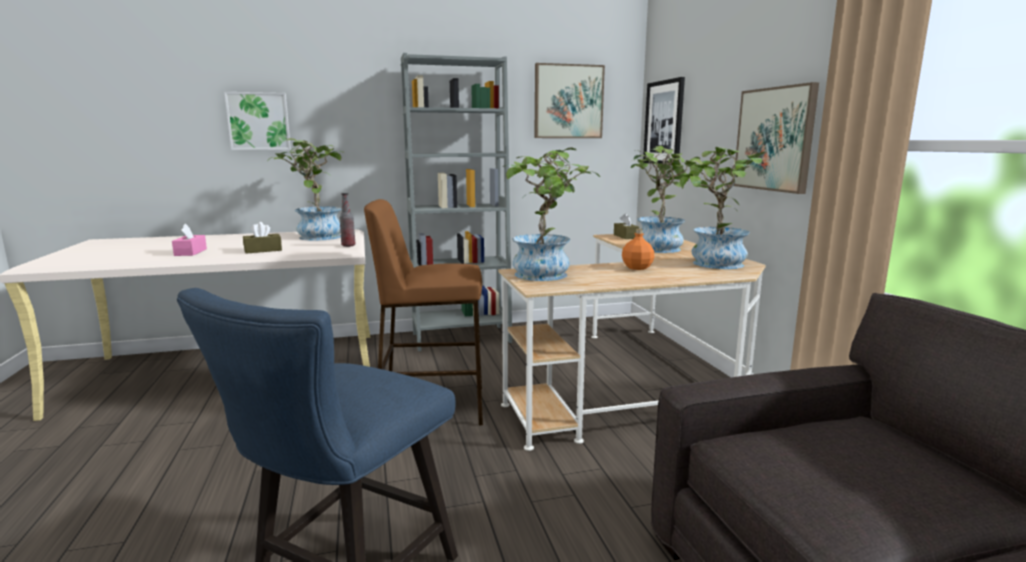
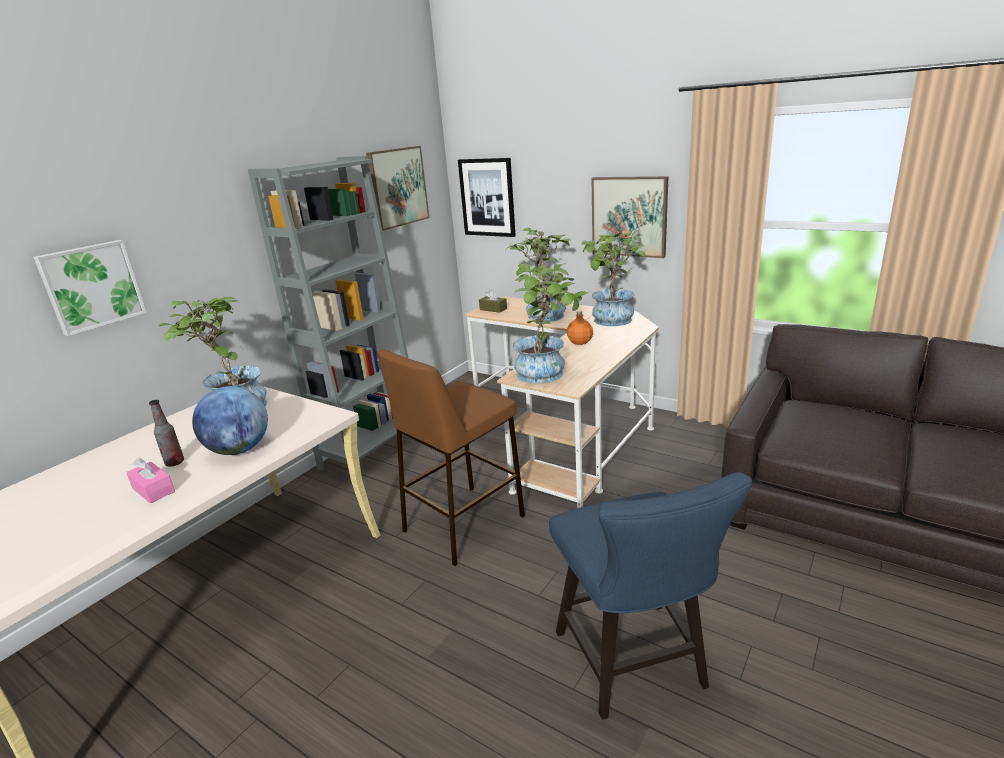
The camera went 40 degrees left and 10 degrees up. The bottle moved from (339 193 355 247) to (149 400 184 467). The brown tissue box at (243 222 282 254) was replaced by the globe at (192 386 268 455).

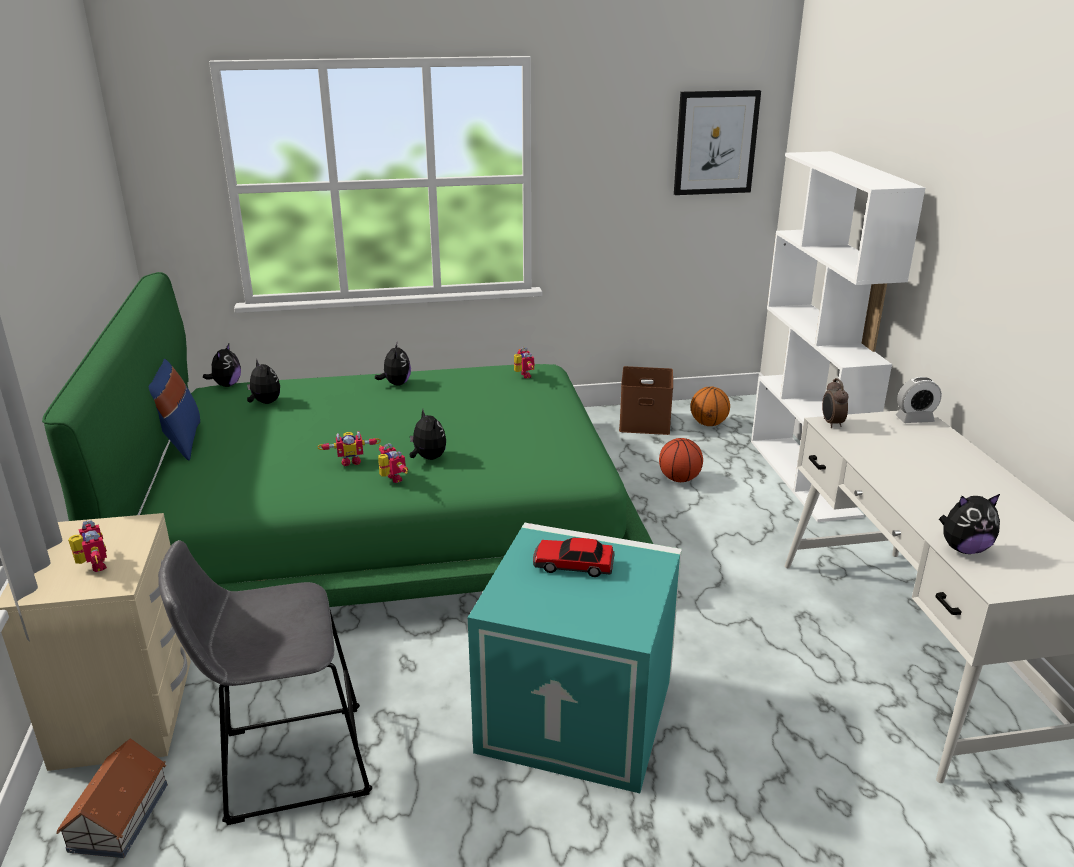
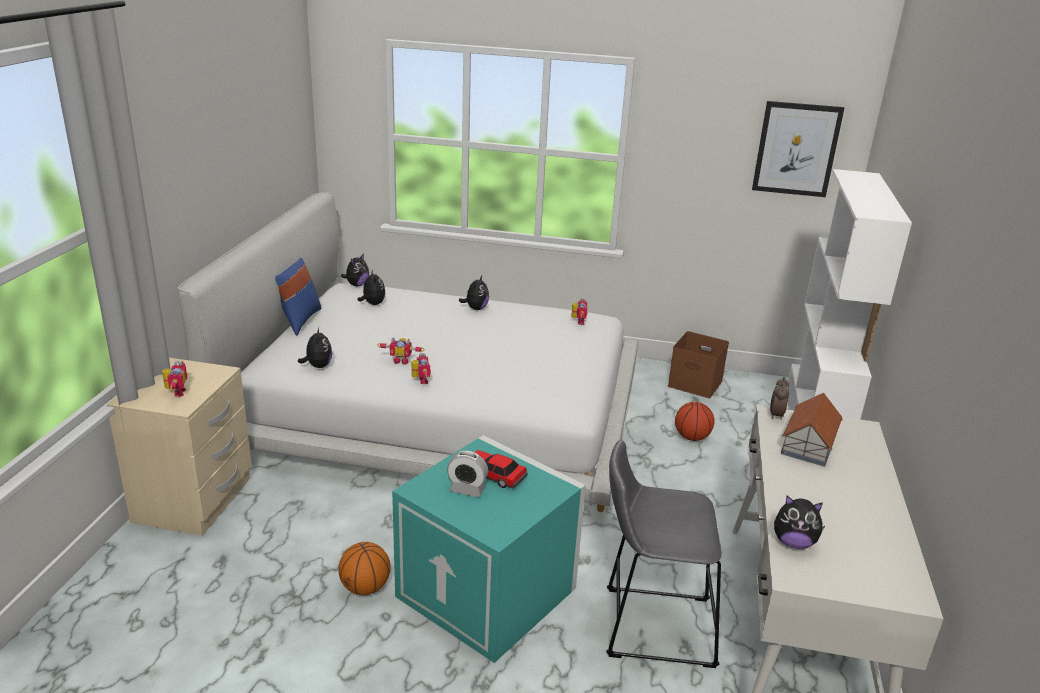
The camera went 20 degrees right and 0 degrees up. The toy house moved from (56 738 168 858) to (781 393 843 467). The grey stool moved from (158 540 372 825) to (606 440 722 668). The plush toy moved from (410 409 446 460) to (298 327 332 368). The basketball moved from (690 386 730 426) to (338 542 391 595). The alarm clock moved from (896 377 942 423) to (447 451 488 497). The green bed at (42 272 653 607) became the white bed at (177 192 639 512).

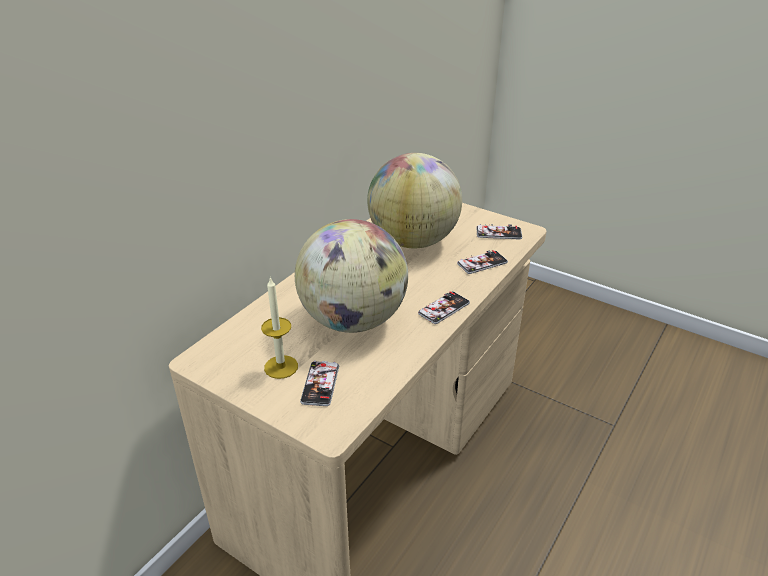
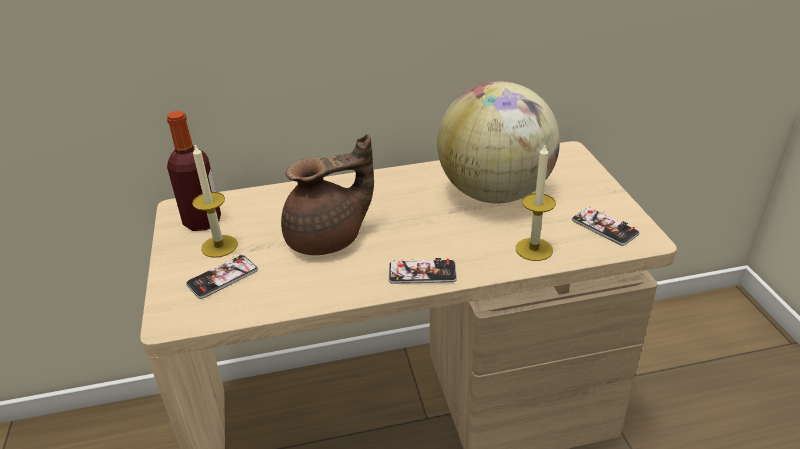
The camera went 45 degrees right and 0 degrees up. The bottle at (167 111 221 231) appeared. The globe at (295 219 408 333) was replaced by the brown teapot at (281 134 374 255). The phone at (457 250 508 274) was replaced by the candle at (516 145 556 261).

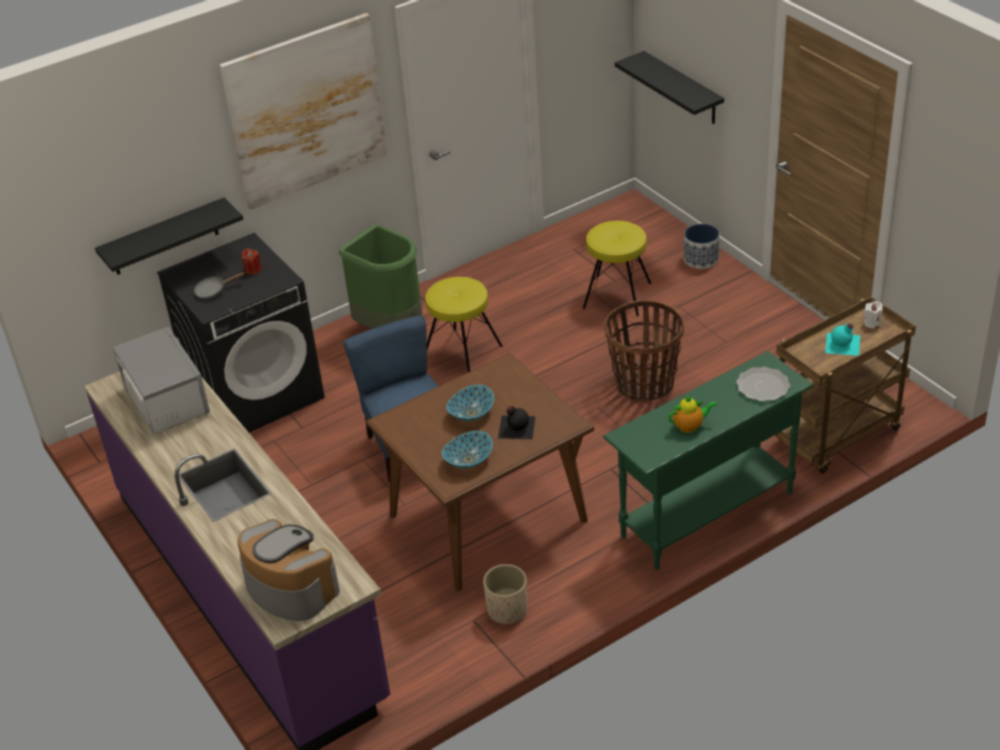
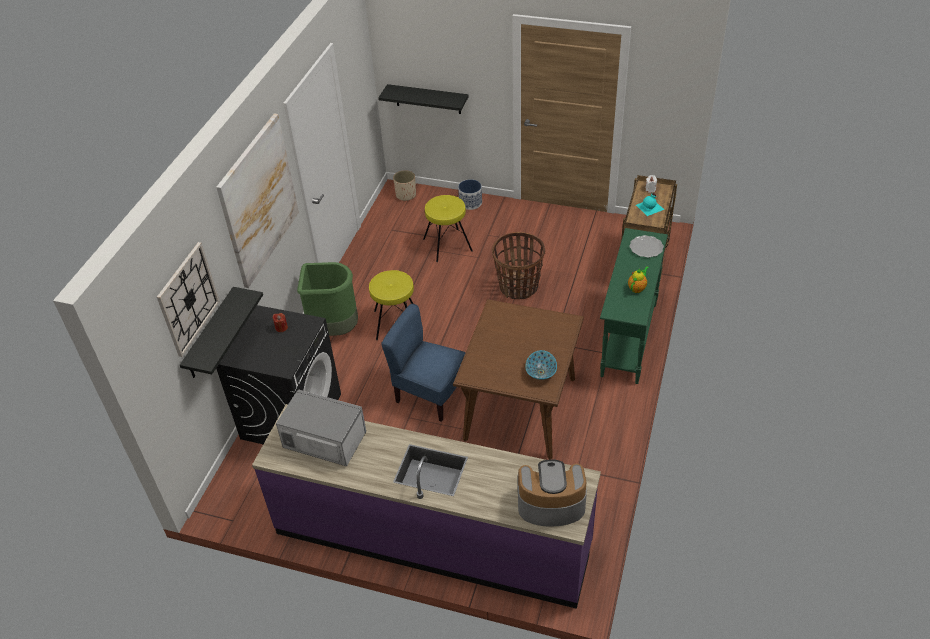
The camera went 40 degrees left and 5 degrees up. The grey frying pan at (194 272 245 299) disappeared. The bowl at (446 385 494 421) disappeared. The black bottle at (498 406 536 439) disappeared. The wall clock at (157 242 220 357) appeared. The beige planter moved from (483 564 527 624) to (393 170 416 201).

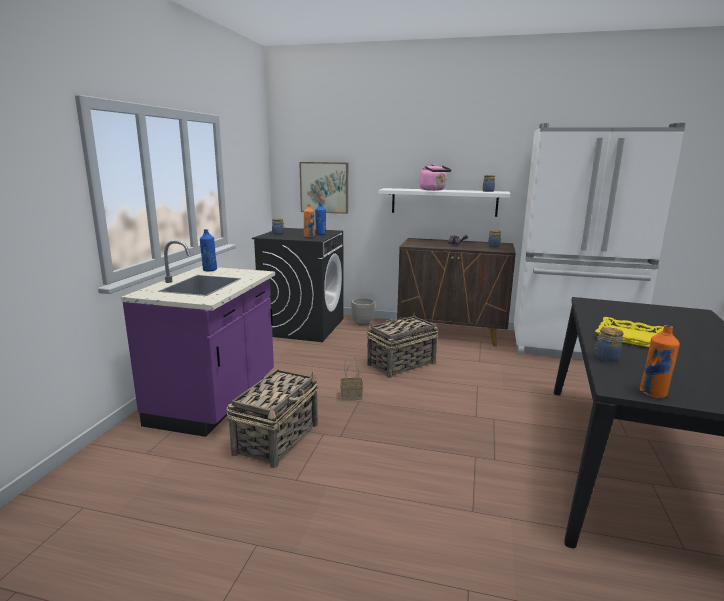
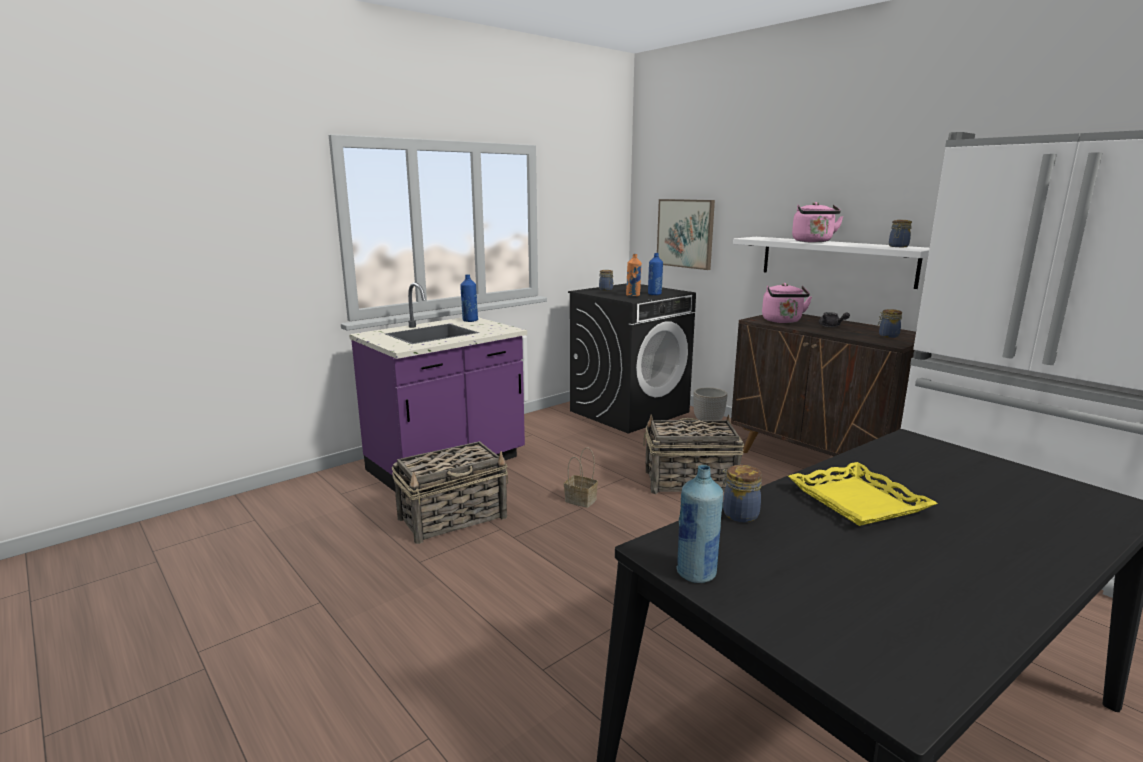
The camera went 35 degrees right and 0 degrees up. The pink kettle at (762 283 812 323) appeared. The orange bottle at (640 325 680 398) became the blue bottle at (676 465 723 583).

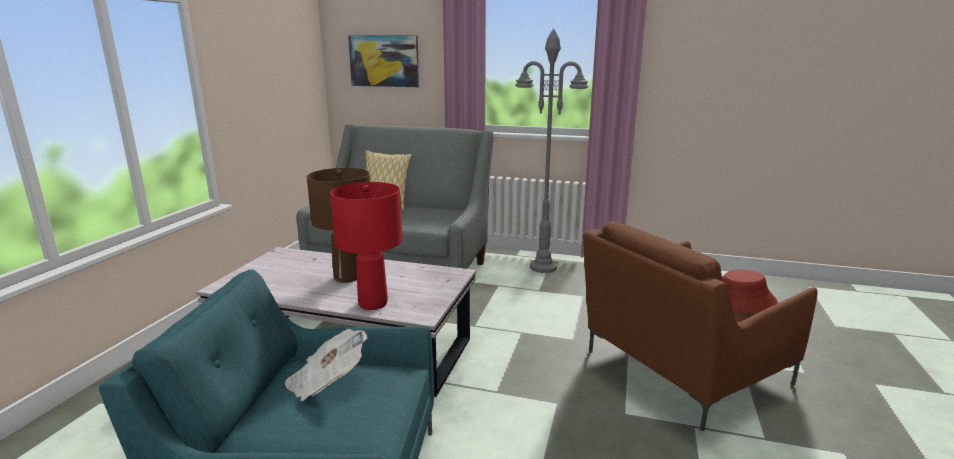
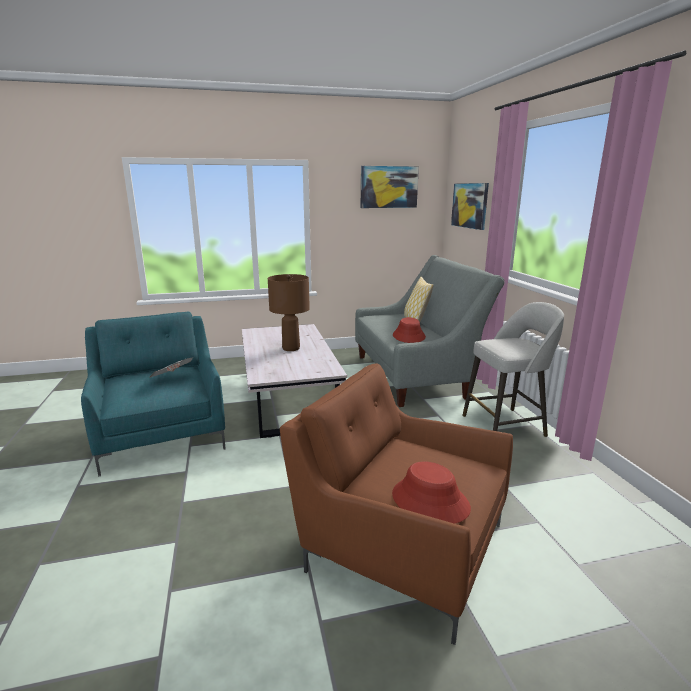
The camera went 60 degrees right and 0 degrees up. The red table lamp at (330 182 402 310) disappeared. The picture at (361 166 419 208) appeared. The red hat at (393 317 426 343) appeared. The grey floor lamp at (515 28 589 273) was replaced by the grey stool at (462 302 564 437).

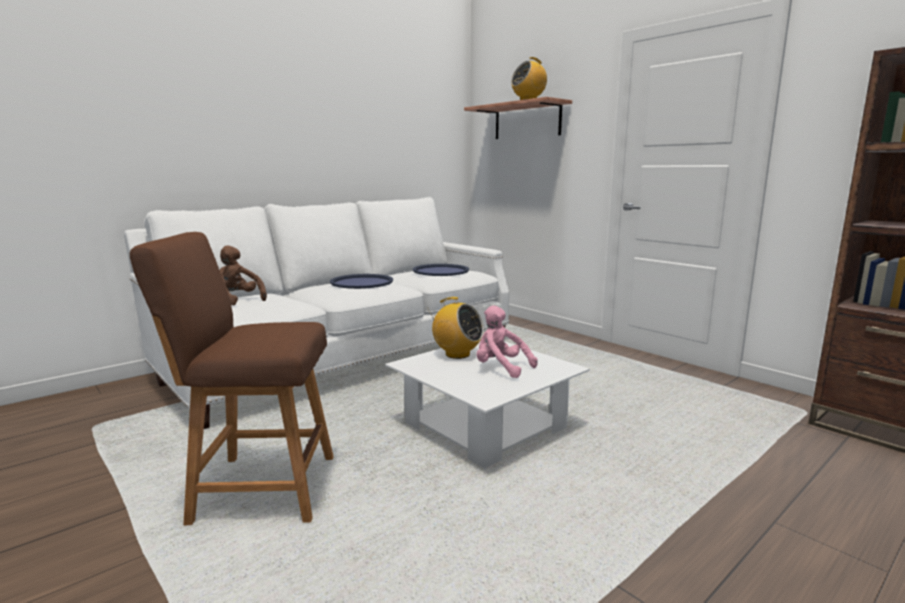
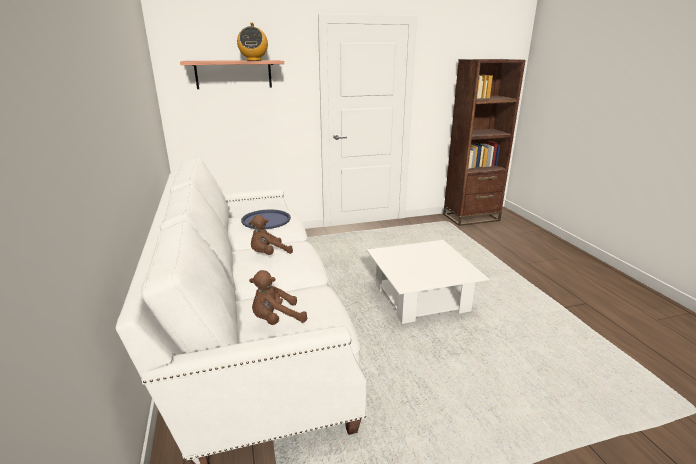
The camera went 65 degrees left and 10 degrees up. The brown stool at (130 232 334 525) disappeared. The radio at (428 297 484 359) disappeared. The pink plush toy at (476 305 538 378) disappeared. The blue tray at (330 274 393 289) was replaced by the brown plush toy at (248 215 293 255).

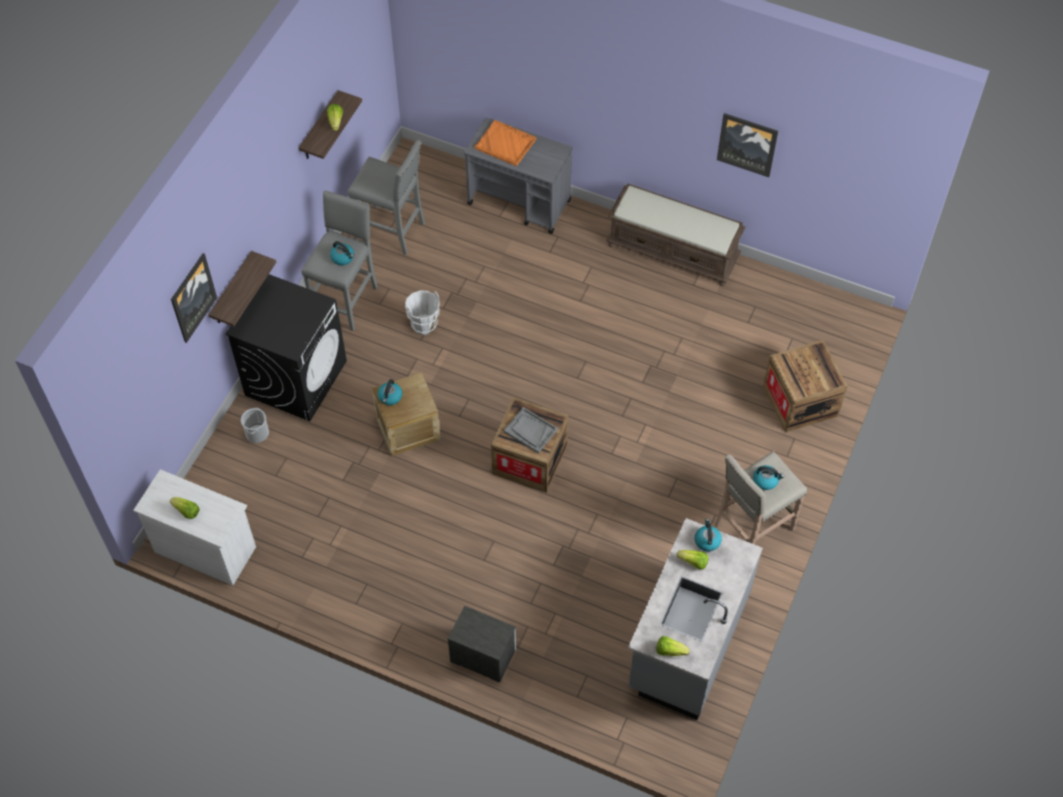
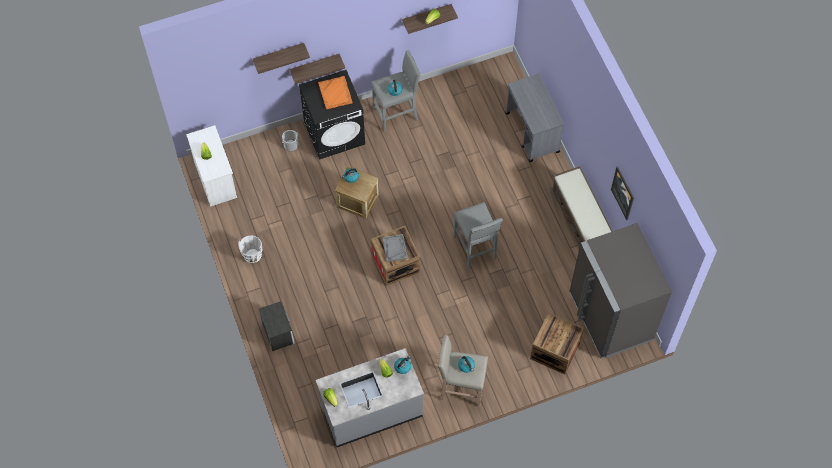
The camera went 45 degrees right and 5 degrees up. The grey fridge at (570 223 672 359) appeared. The grey stool moved from (348 140 425 255) to (453 202 503 269). The white bucket moved from (405 290 439 335) to (238 236 262 263). The orange tray moved from (474 120 537 166) to (318 76 353 109). The picture at (171 253 217 343) was replaced by the shelf at (253 43 310 74).

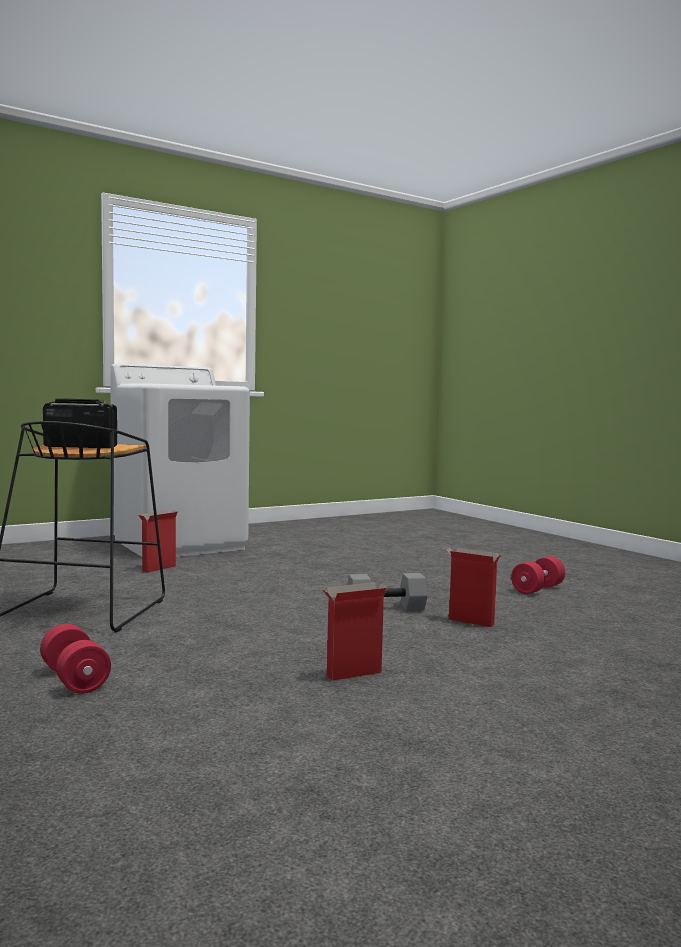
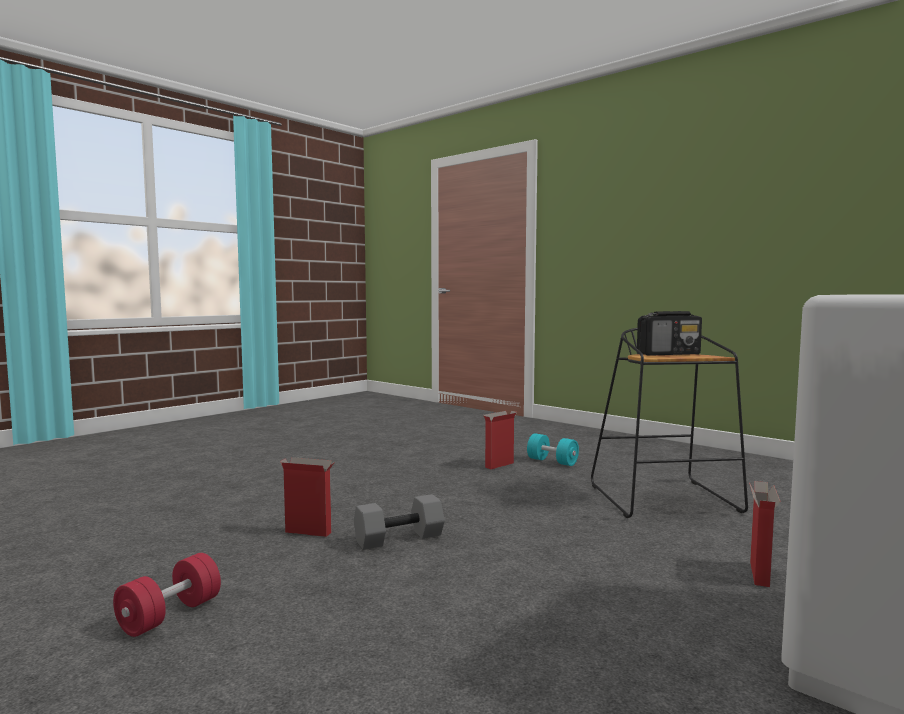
The camera went 165 degrees right and 0 degrees up. The cardboard box moved from (322 582 388 681) to (484 411 517 469). The red dumbbell at (40 624 111 694) became the turquoise dumbbell at (527 433 579 466).

